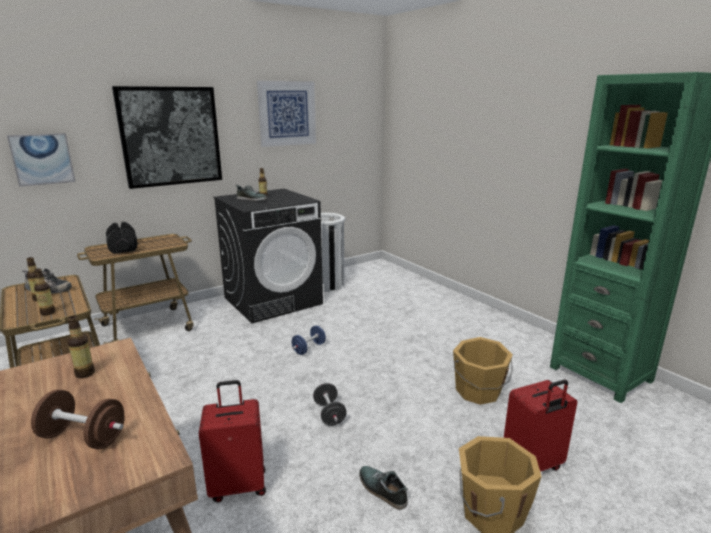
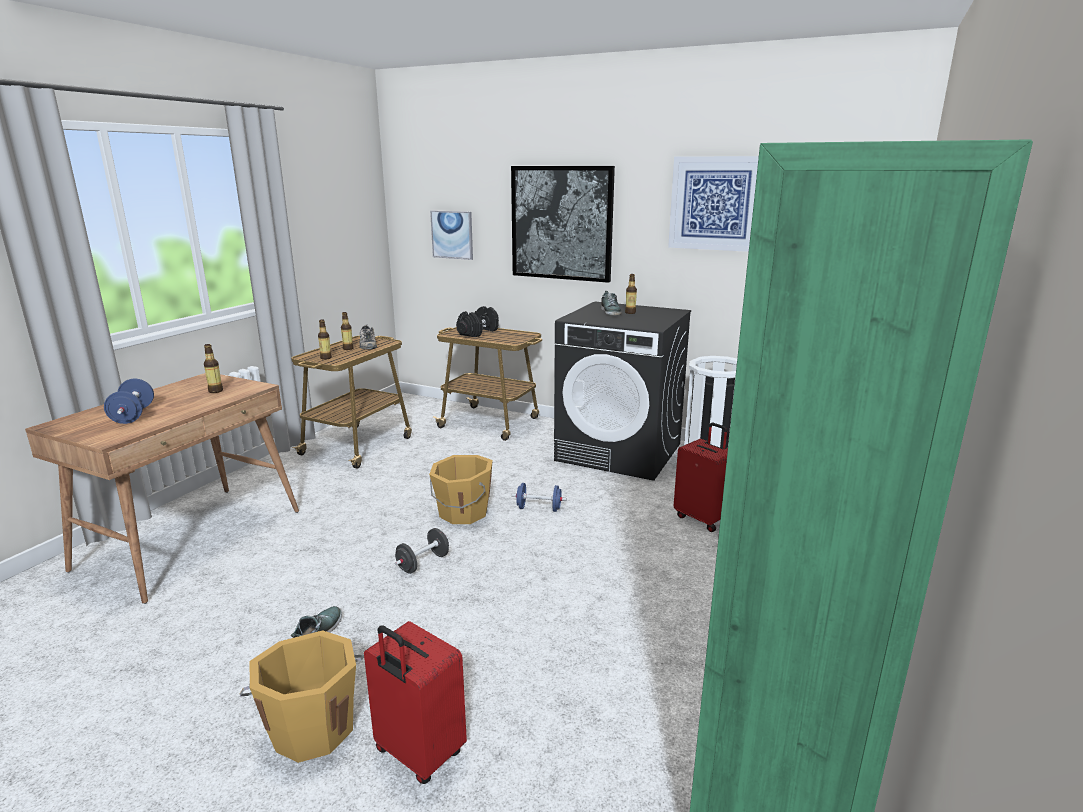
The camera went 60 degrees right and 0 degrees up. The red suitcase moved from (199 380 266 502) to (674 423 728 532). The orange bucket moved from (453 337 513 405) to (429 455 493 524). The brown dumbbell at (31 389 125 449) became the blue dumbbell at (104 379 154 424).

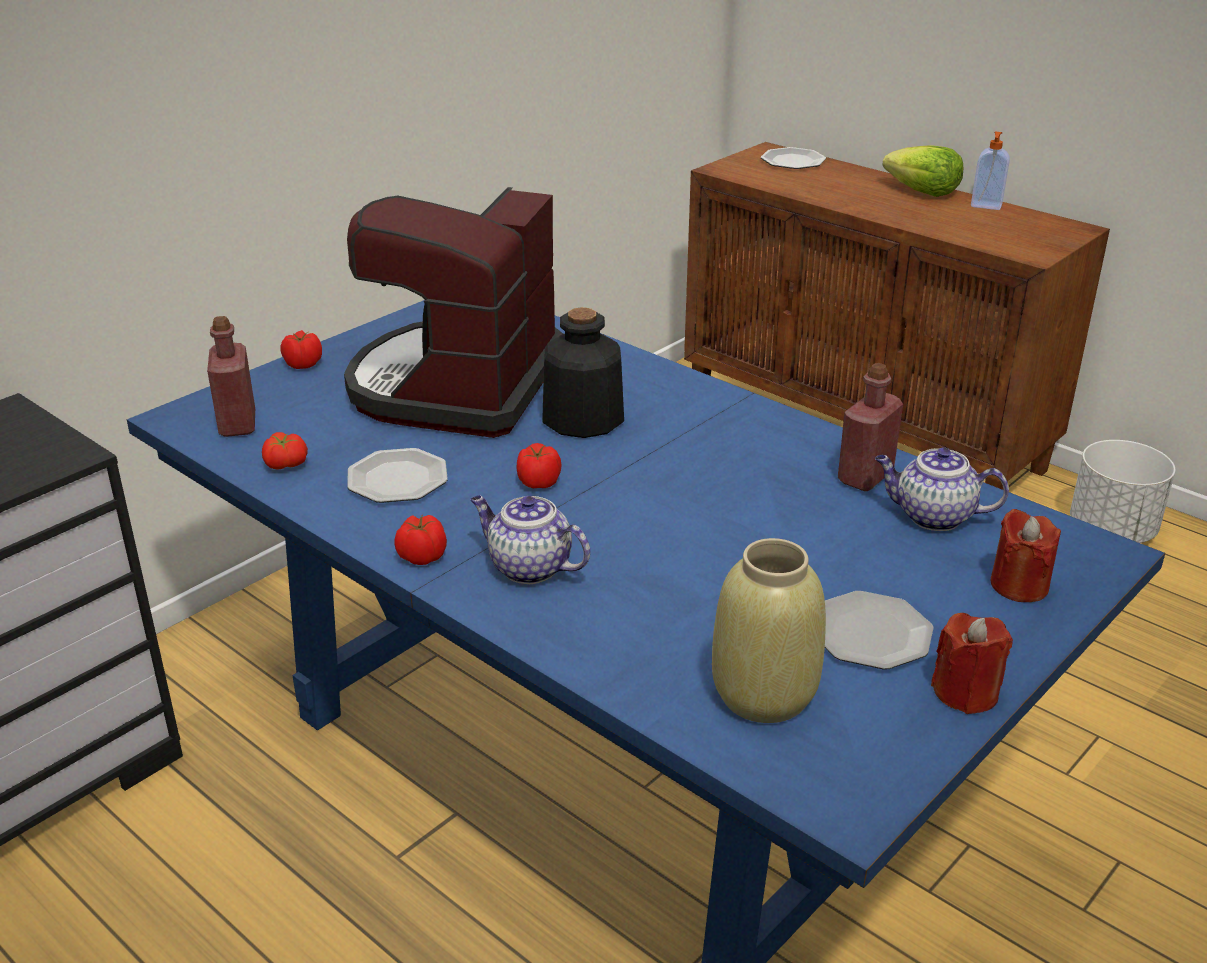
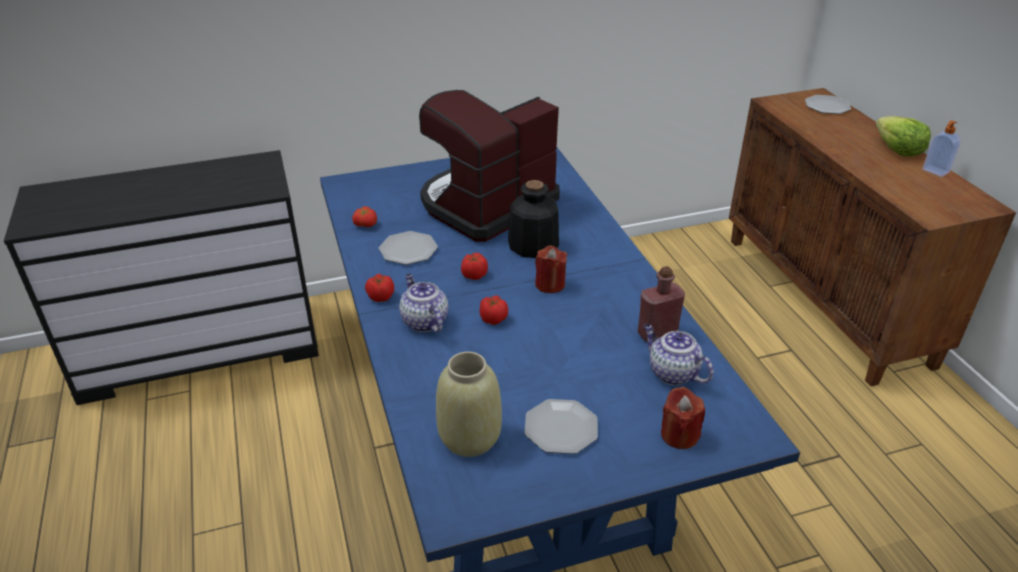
The camera went 30 degrees right and 5 degrees up. The red bottle at (207 316 255 437) disappeared. The white planter at (1070 440 1175 543) disappeared. The tomato moved from (281 330 322 369) to (479 296 508 325). The red candle moved from (931 613 1013 714) to (535 246 567 293).

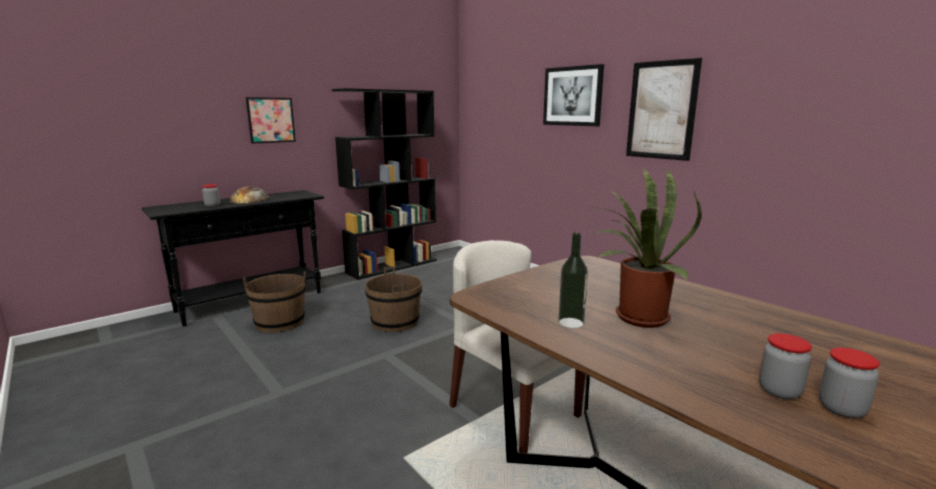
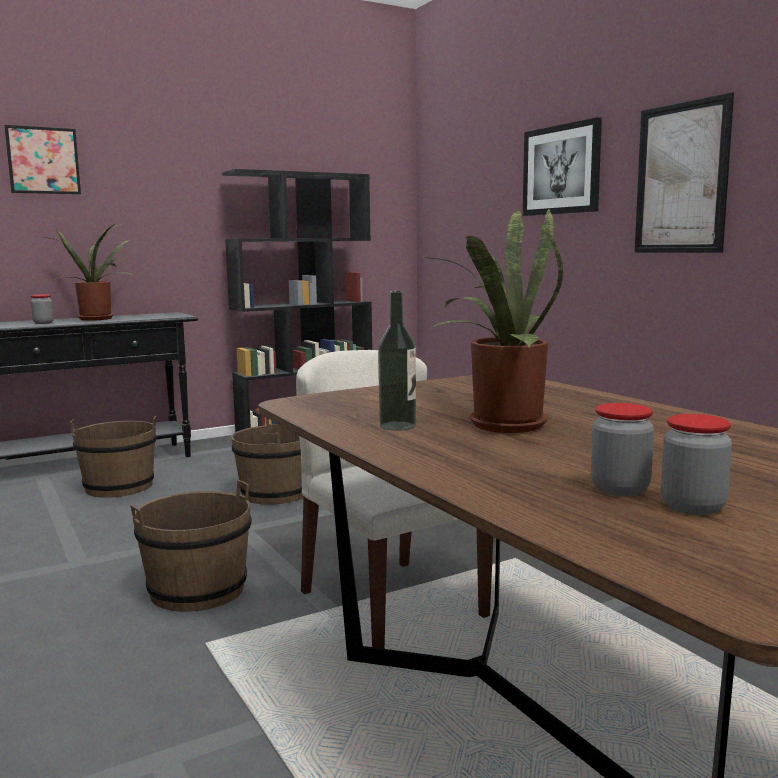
The camera went 10 degrees right and 5 degrees down. The brown bucket at (130 480 252 612) appeared. The picture moved from (246 97 296 144) to (4 125 81 194). The bread at (230 186 270 204) was replaced by the potted plant at (43 223 133 321).

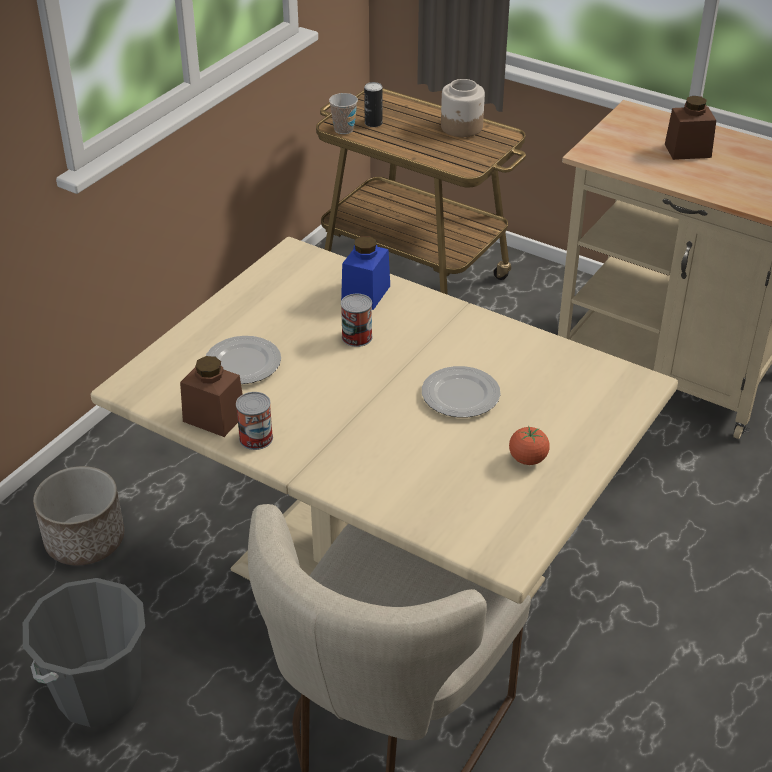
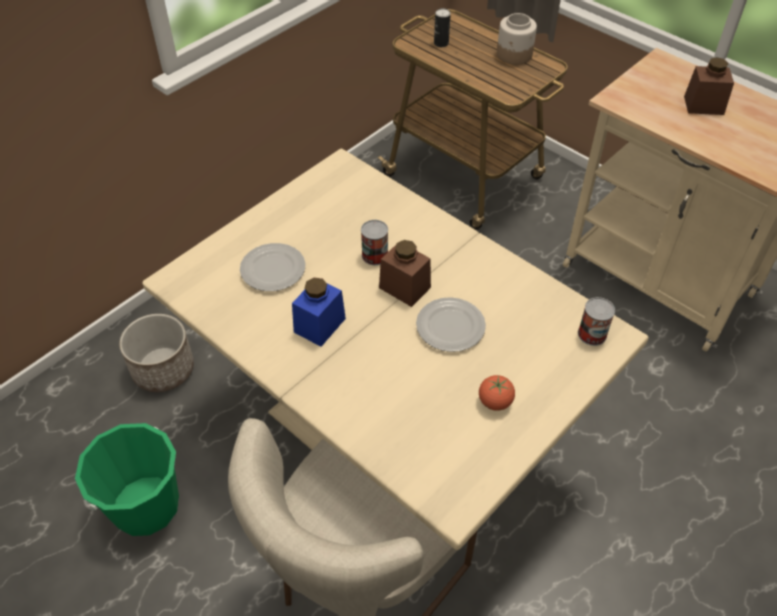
The camera went 10 degrees right and 10 degrees up. The cup at (329 93 358 134) disappeared. The brown jar moved from (180 356 243 437) to (379 240 431 307). The can moved from (236 392 273 450) to (578 297 615 346). The blue jar moved from (341 236 390 310) to (292 278 346 347). The grey bucket at (23 578 145 727) became the green bucket at (75 423 179 536).

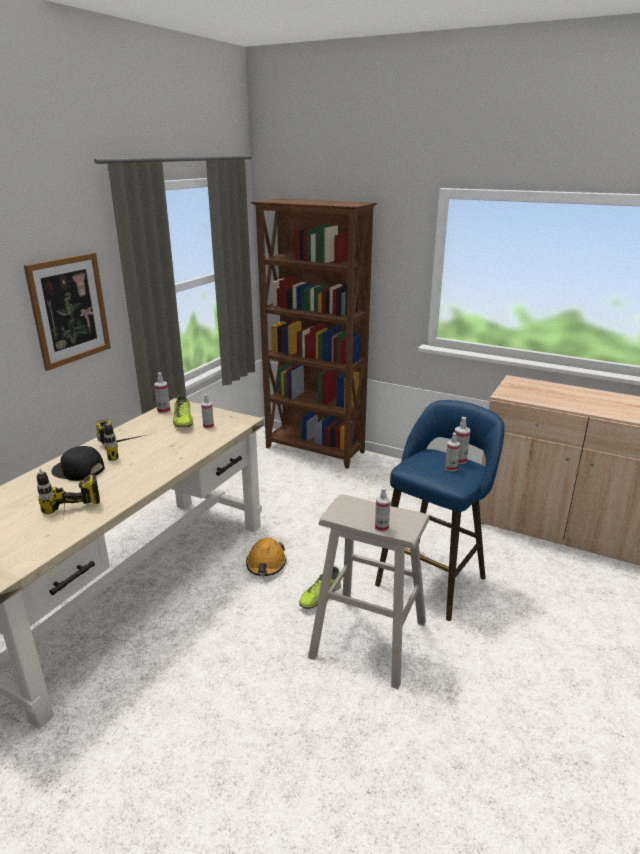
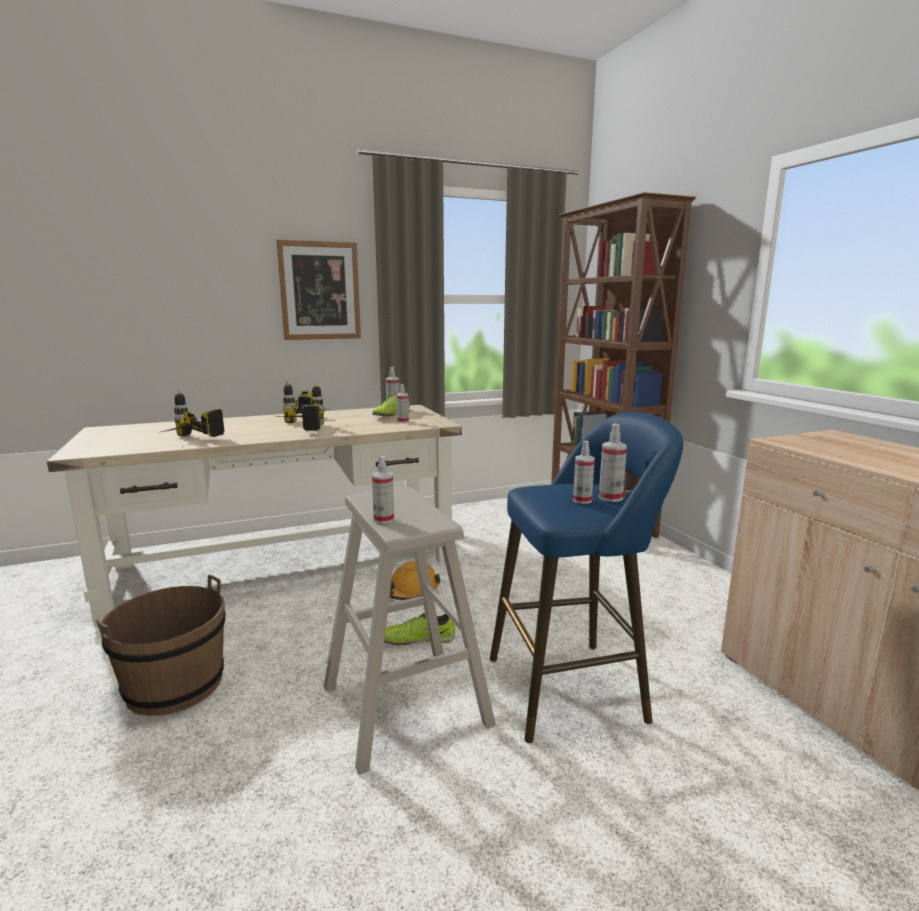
The camera went 40 degrees right and 10 degrees down. The black cap at (51 446 105 481) disappeared. The brown bucket at (96 575 225 716) appeared. The power drill at (279 383 324 431) appeared.

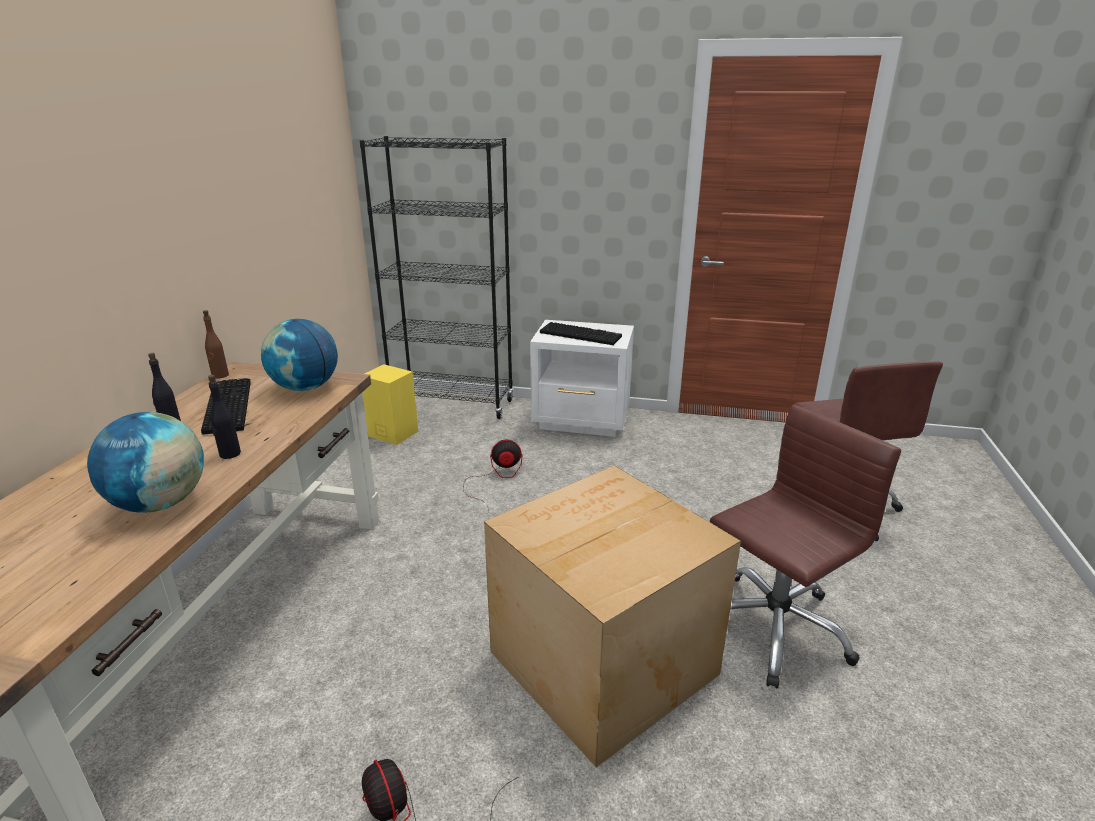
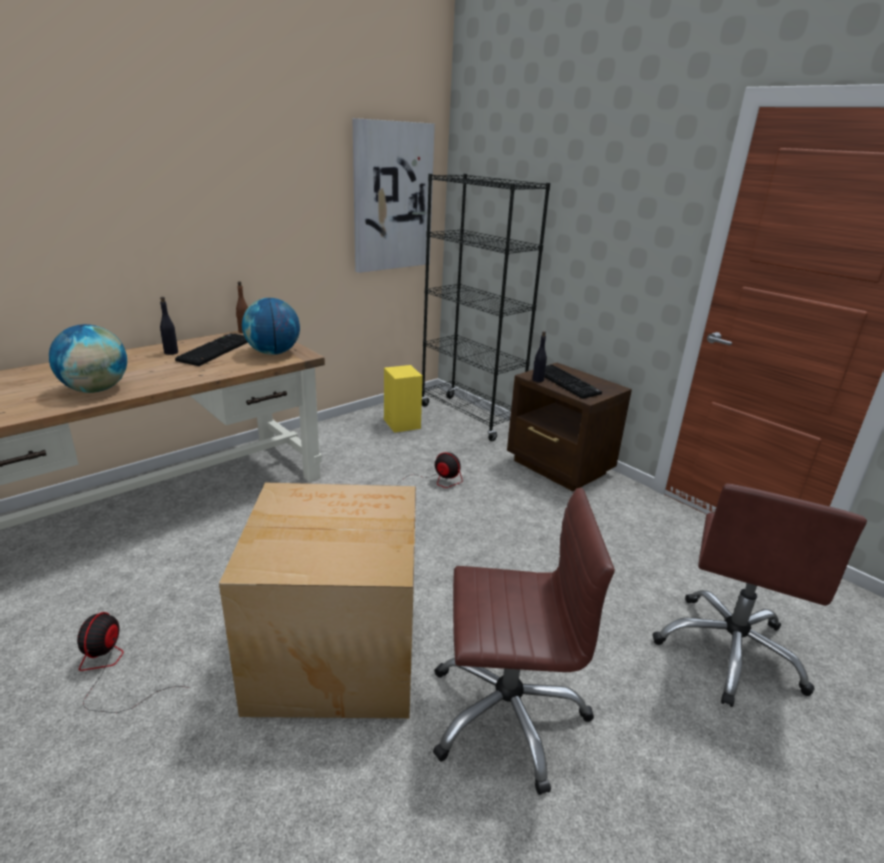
The camera went 35 degrees right and 0 degrees up. The picture at (352 118 435 273) appeared. The black bottle moved from (208 375 241 459) to (532 331 547 382). The white nightstand at (530 320 634 437) became the brown nightstand at (507 363 632 491).

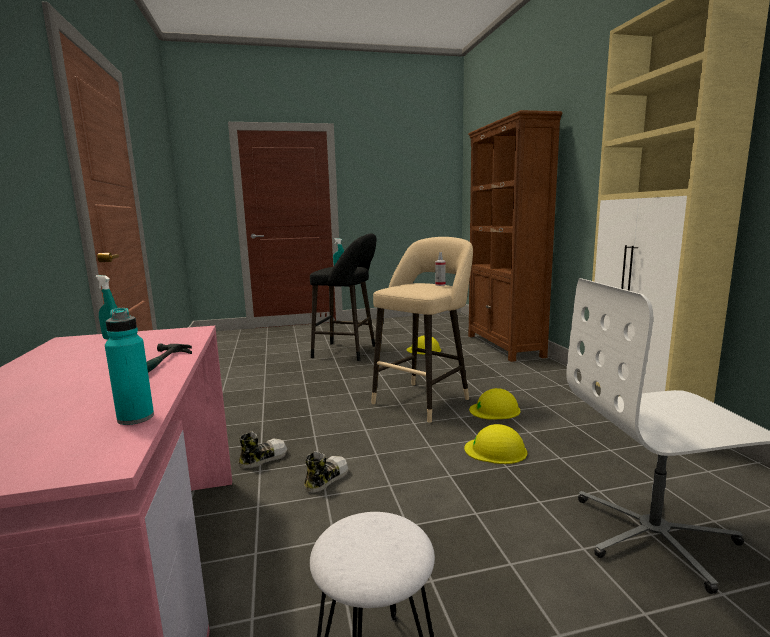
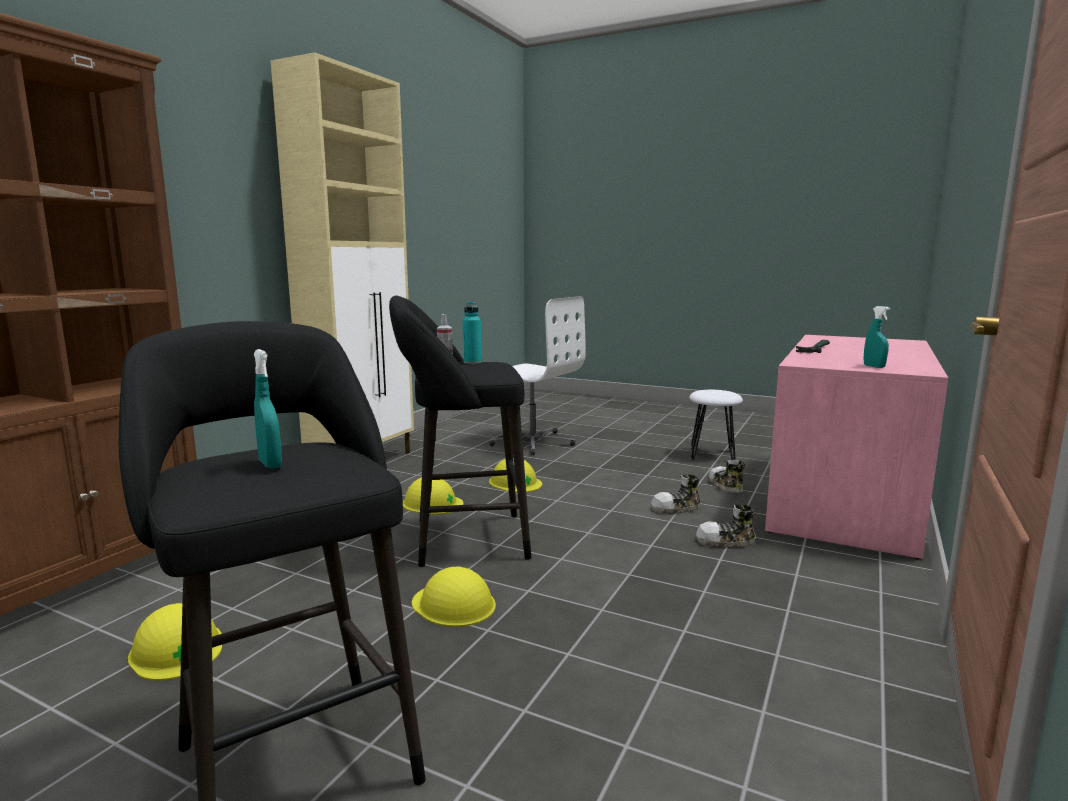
The camera went 140 degrees left and 0 degrees up. The yellow hard hat at (412 567 496 627) appeared. The shoe at (709 459 745 493) appeared. The turquoise bottle moved from (105 308 154 425) to (463 302 482 364). The beige stool at (371 237 473 423) became the black stool at (389 295 532 567).

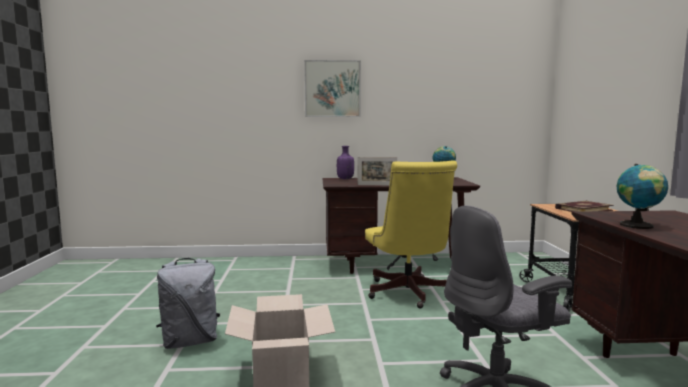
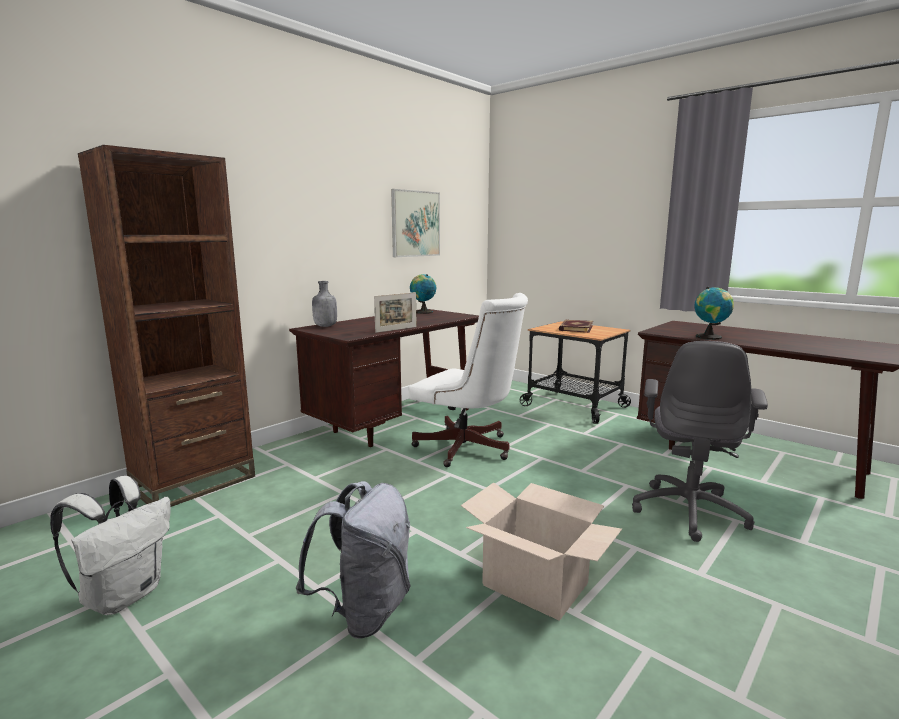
The camera went 45 degrees left and 5 degrees up. The white backpack at (50 476 171 615) appeared. The brown bookcase at (78 145 255 507) appeared. The picture moved from (304 60 361 117) to (391 189 440 257). The purple bottle at (337 146 354 179) became the grey bottle at (312 281 337 327). The yellow office chair at (365 160 457 309) became the white office chair at (408 293 528 467).

